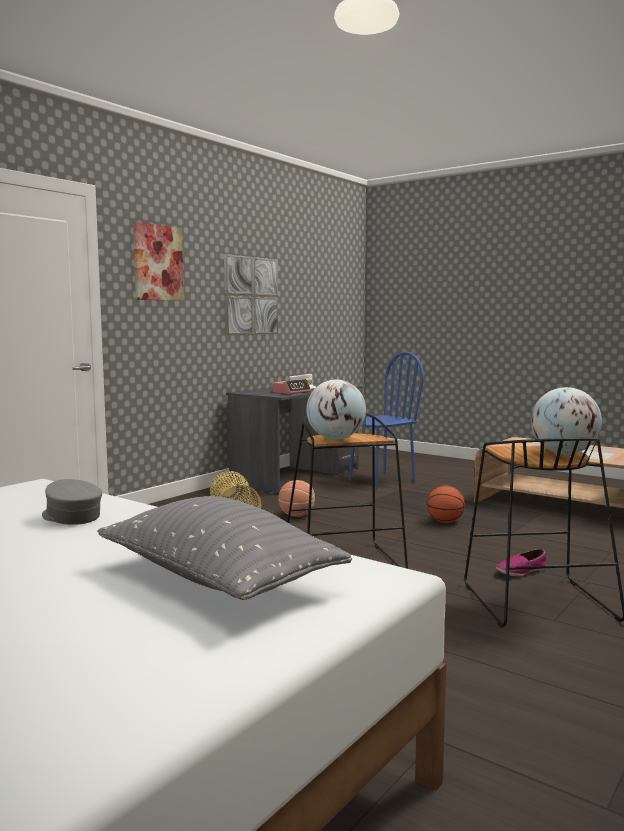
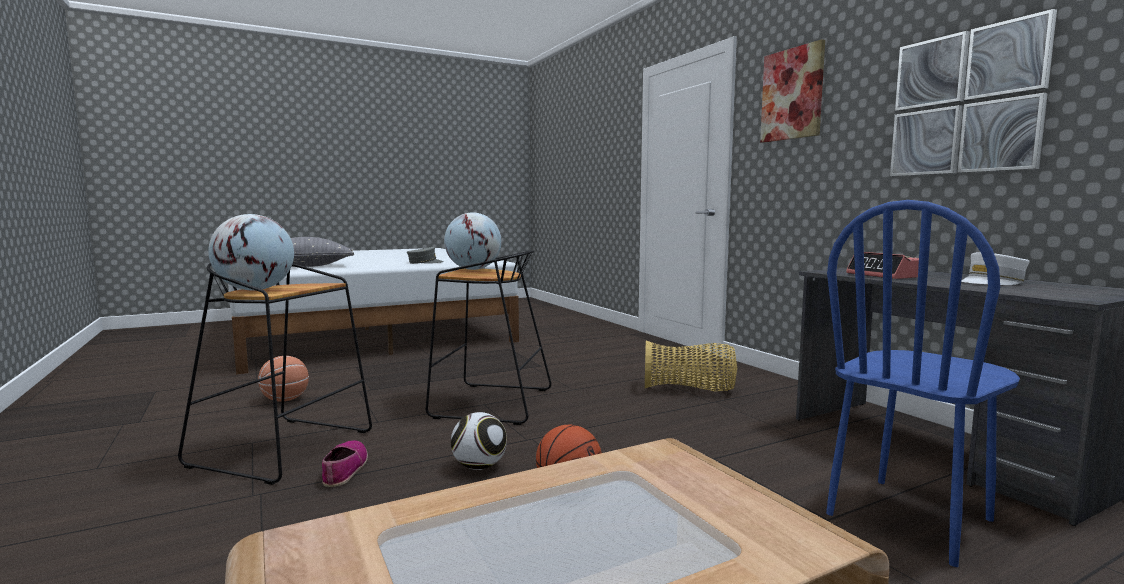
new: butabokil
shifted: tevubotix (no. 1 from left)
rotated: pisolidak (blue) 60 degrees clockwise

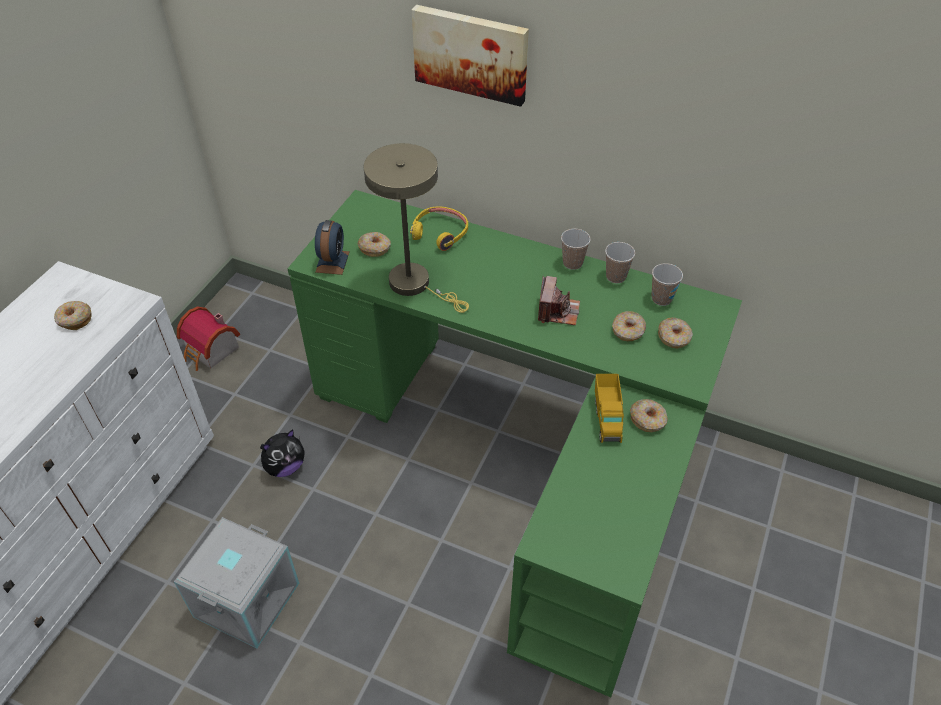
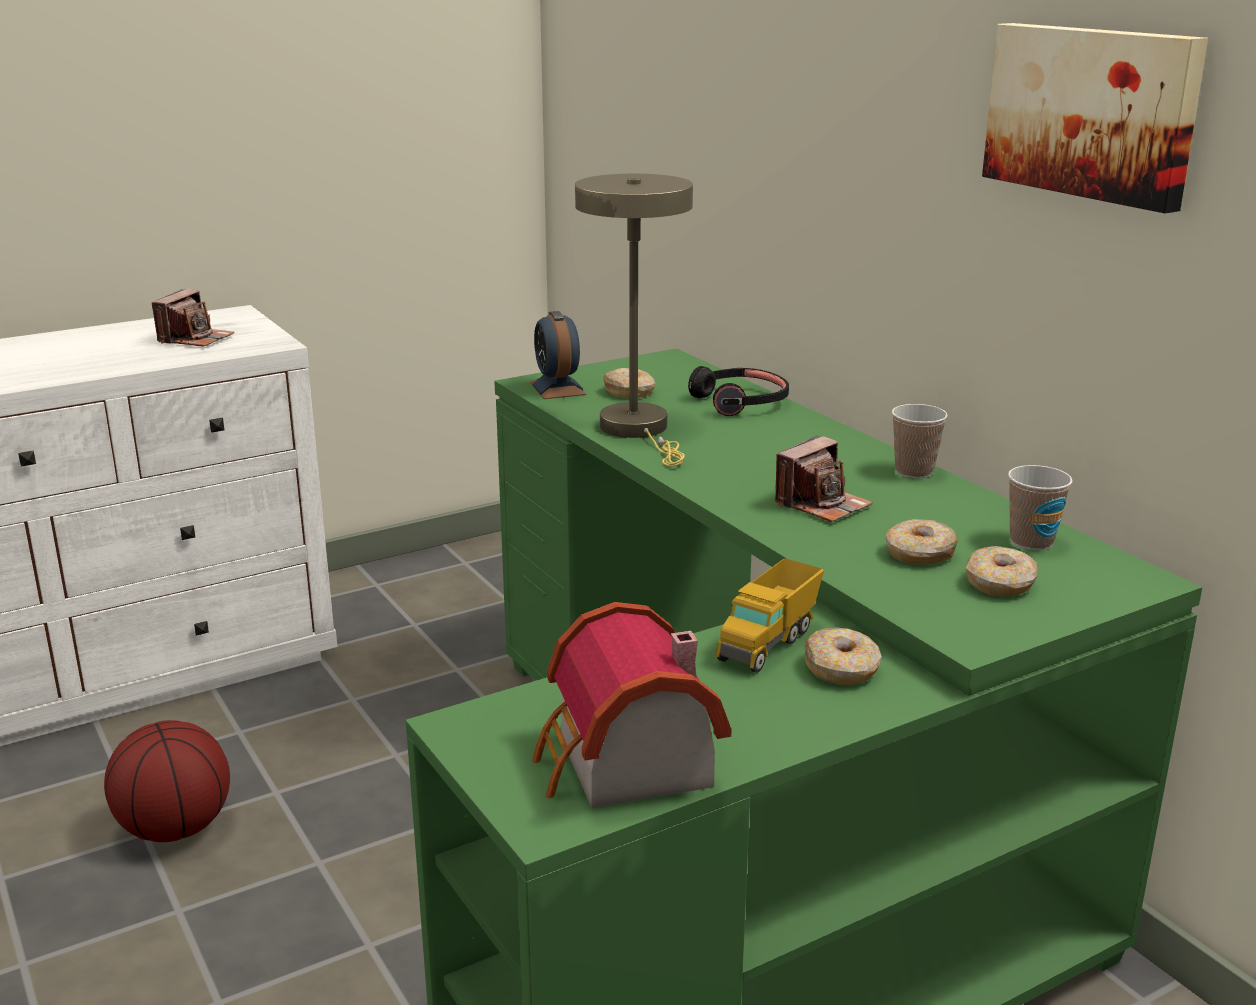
gone: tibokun; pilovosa (no. 2 from left)
shifted: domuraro; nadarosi
swapped: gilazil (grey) to tevubotix; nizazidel (no. 1 from left) to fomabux (no. 1 from left)
repainted: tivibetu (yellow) to tivibetu (black)
rotated: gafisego 120 degrees clockwise

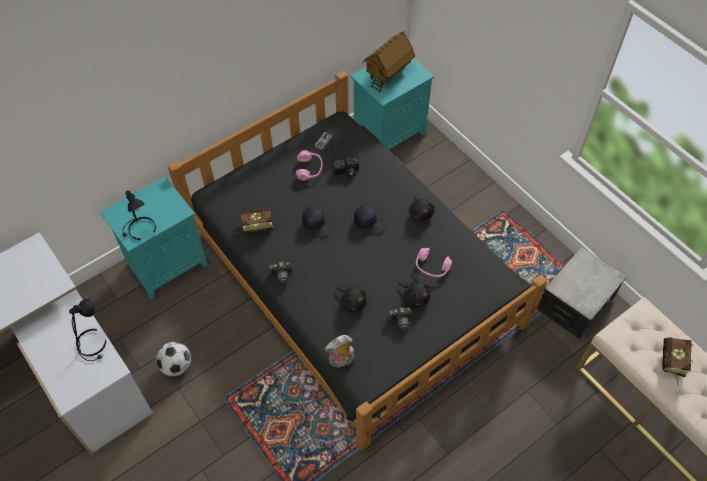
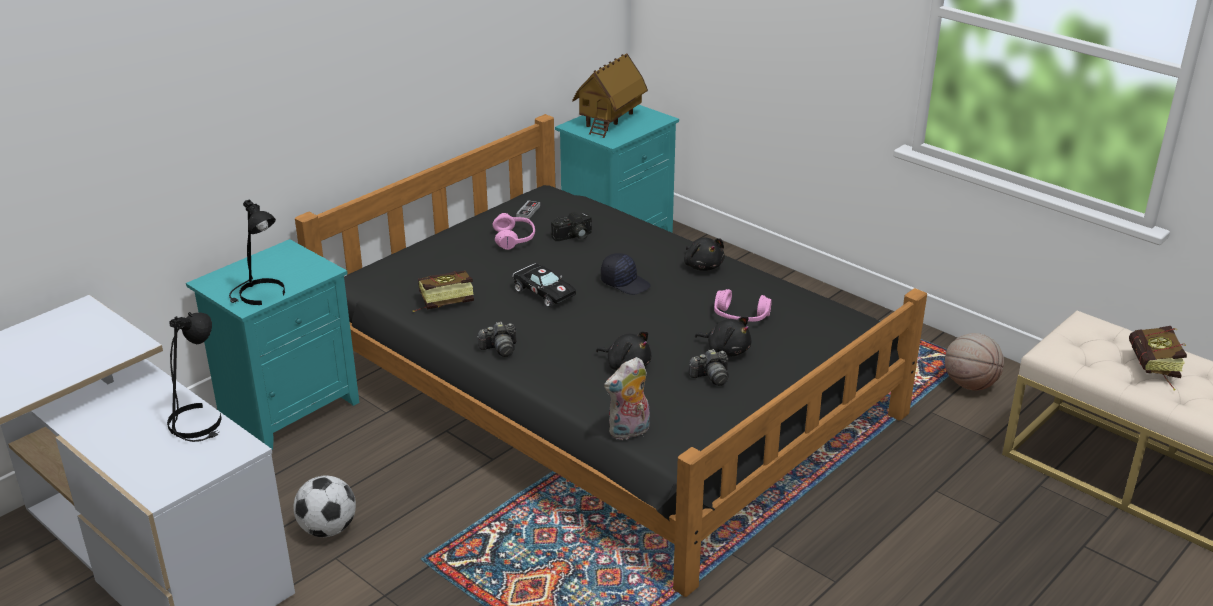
swapped: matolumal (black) (no. 1 from left) to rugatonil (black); gilazil to tevubotix

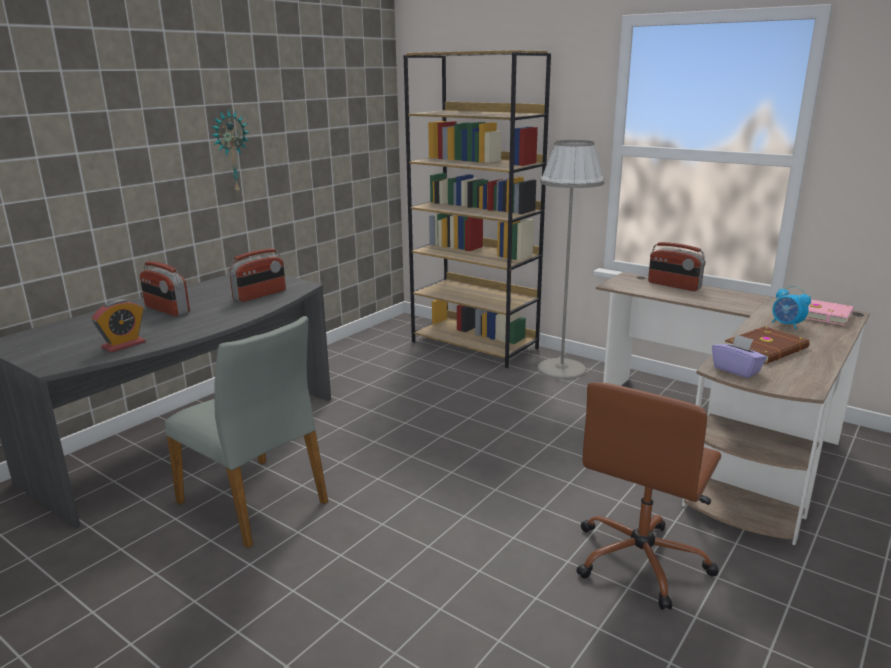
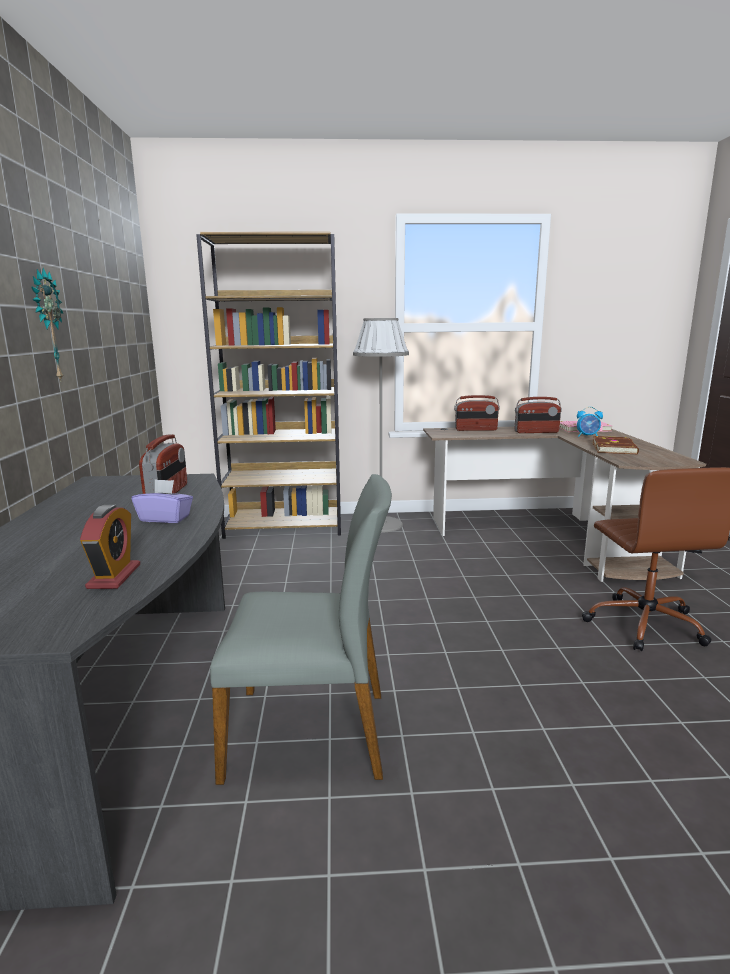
shifted: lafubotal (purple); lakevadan (no. 1 from left in the first image) to lakevadan (no. 3 from left)

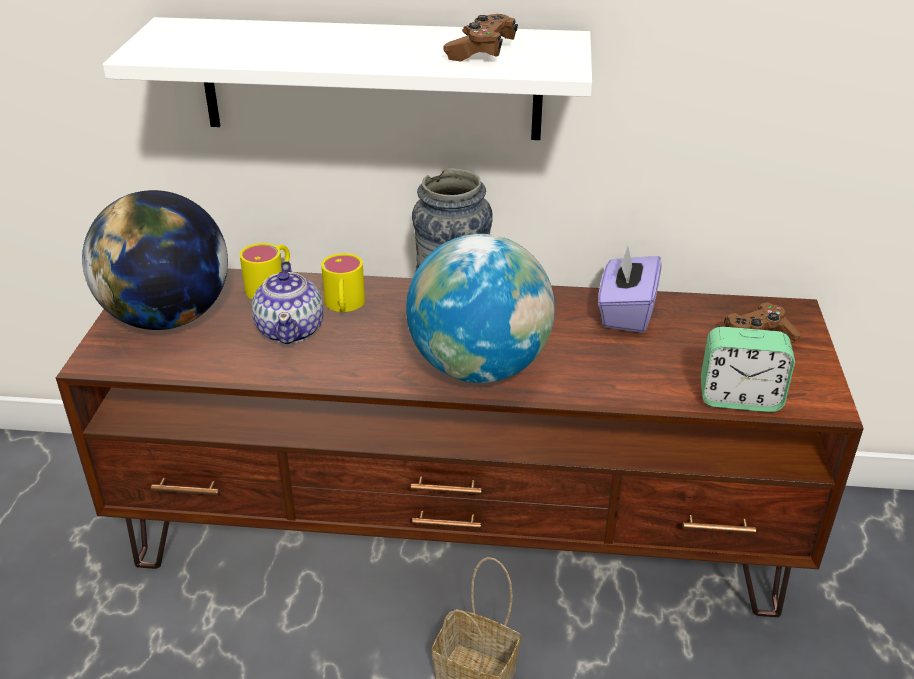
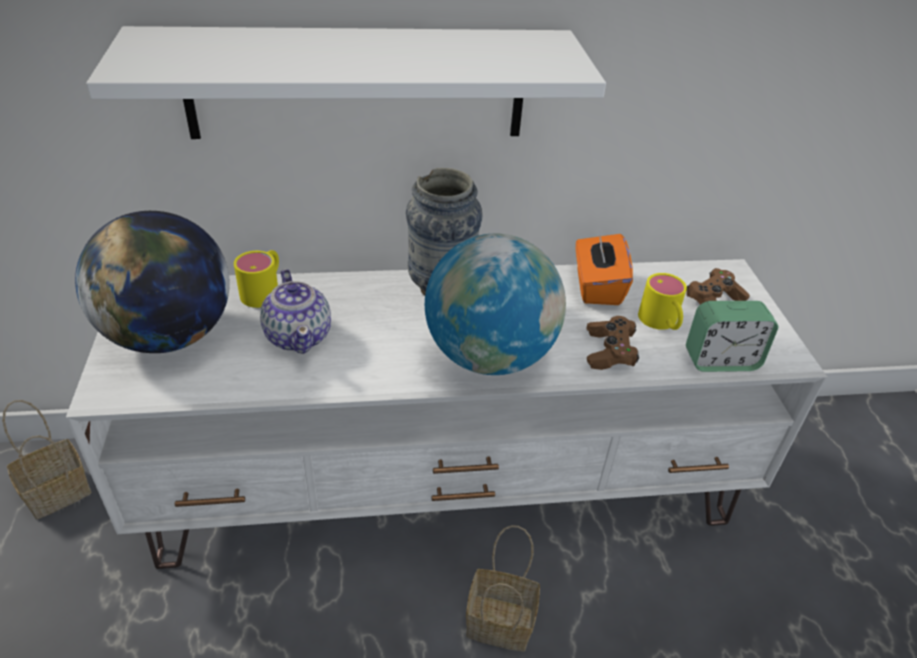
new: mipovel (no. 1 from left)
shifted: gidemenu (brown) (no. 1 from left); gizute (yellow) (no. 2 from left)
repainted: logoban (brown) to logoban (white); lafubotal (purple) to lafubotal (orange)

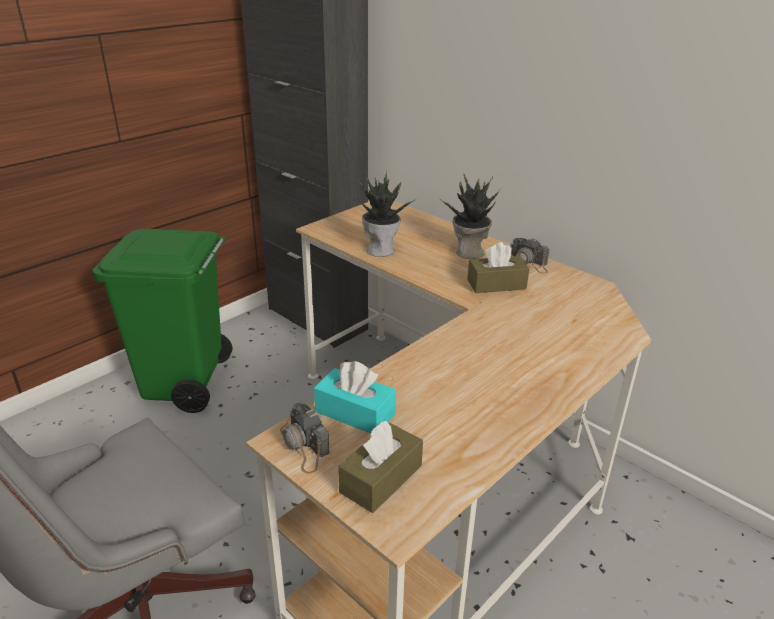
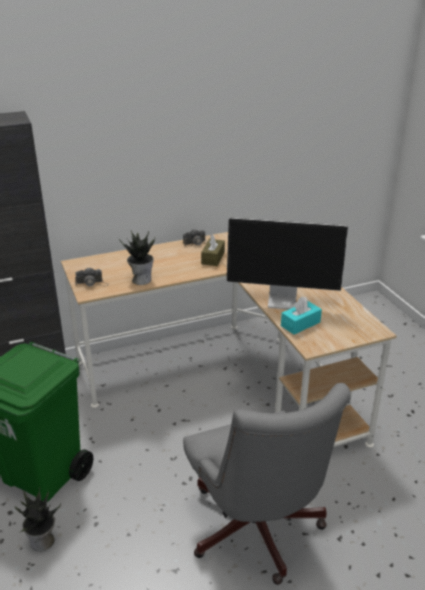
gone: lafubotal (brown) (no. 1 from left)
new: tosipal
shifted: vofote (no. 2 from left in the first image) to vofote (no. 1 from left); fomabux (no. 1 from left)

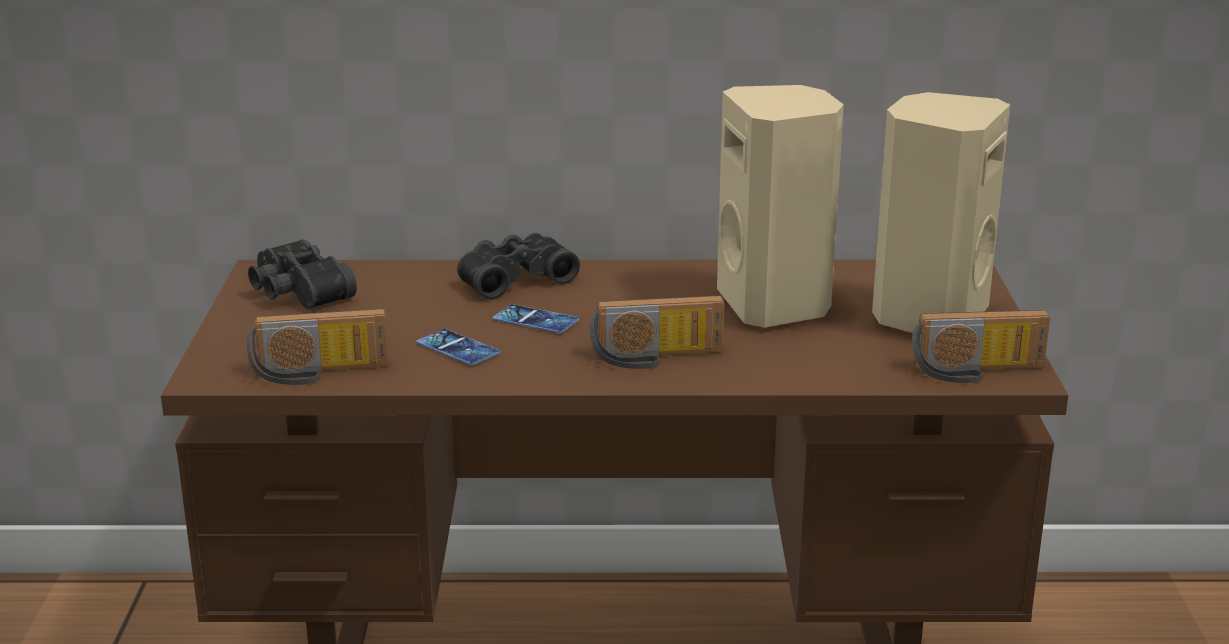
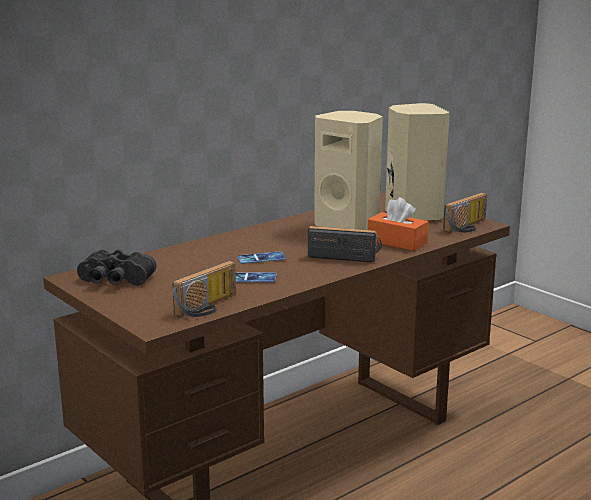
gone: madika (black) (no. 2 from left)
new: lafubotal (orange)
rotated: lakevadan (no. 2 from left) 120 degrees counterclockwise

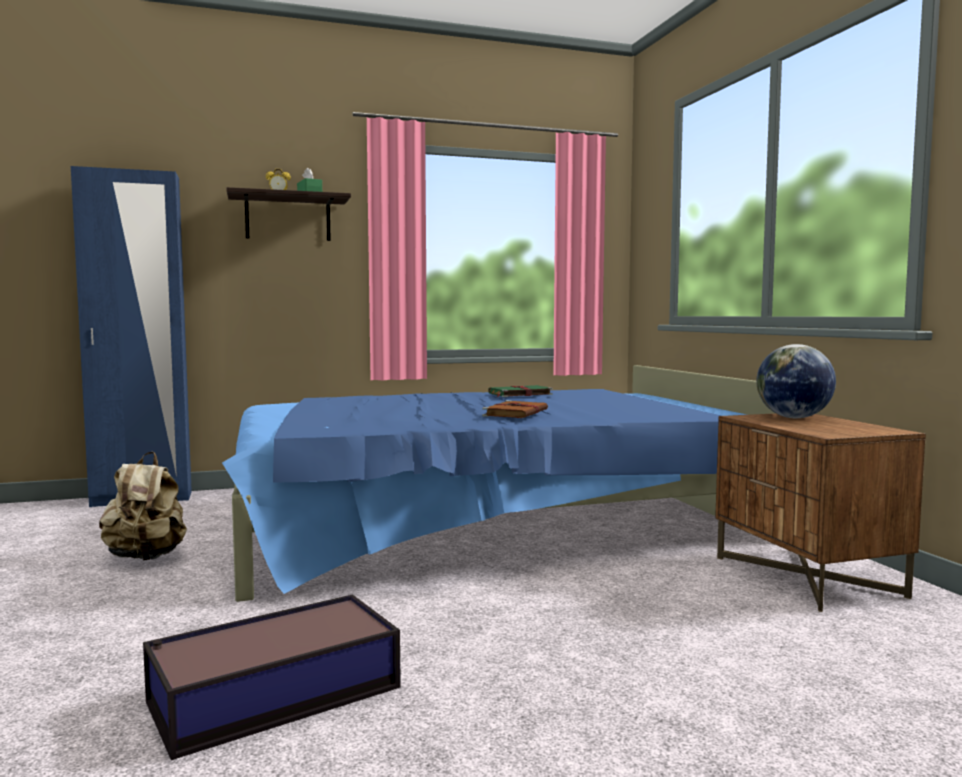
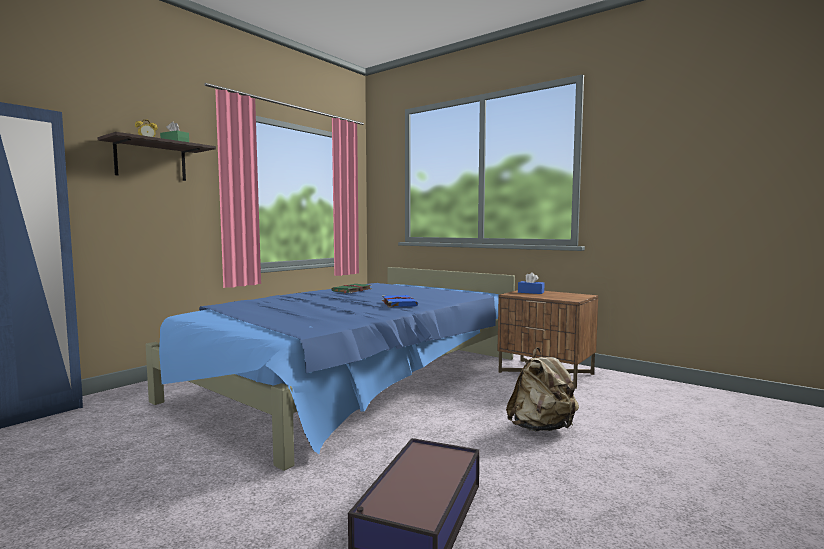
shifted: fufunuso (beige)
swapped: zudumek to lafubotal (blue)
repainted: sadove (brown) to sadove (blue)

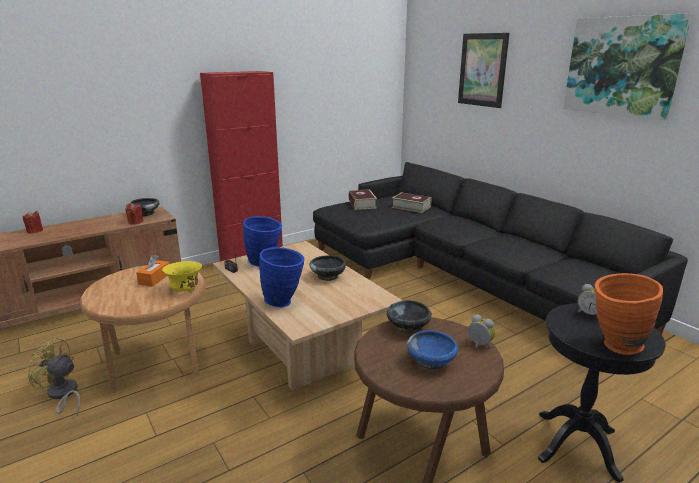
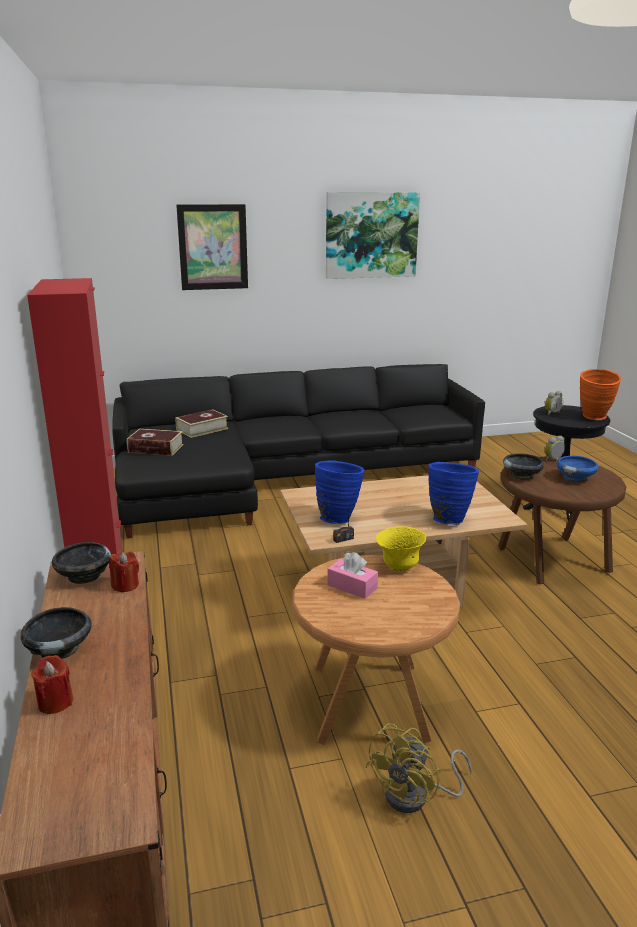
shifted: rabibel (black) (no. 2 from left in the first image) to rabibel (black) (no. 1 from left)
repainted: lafubotal (orange) to lafubotal (pink)

